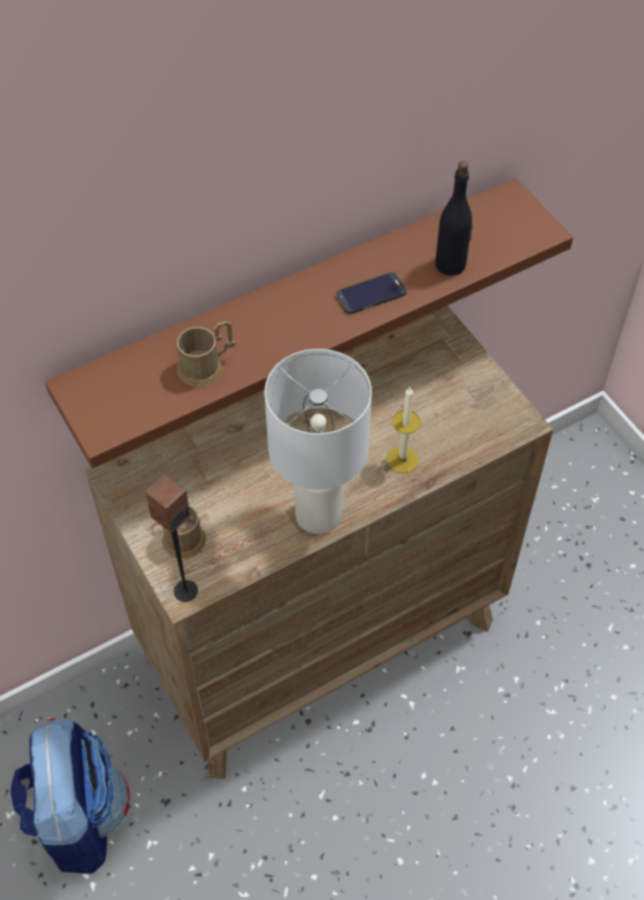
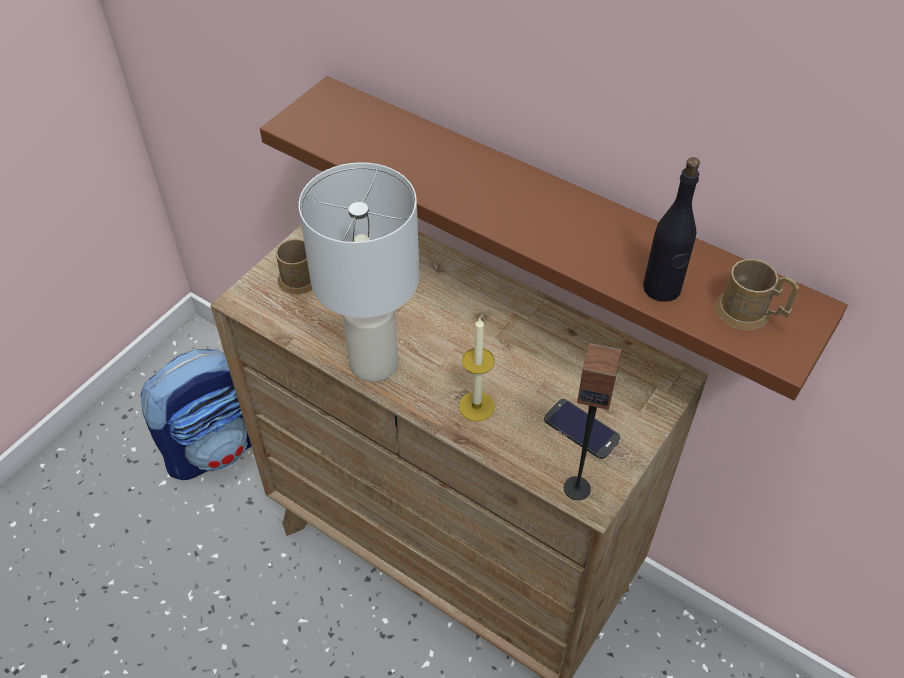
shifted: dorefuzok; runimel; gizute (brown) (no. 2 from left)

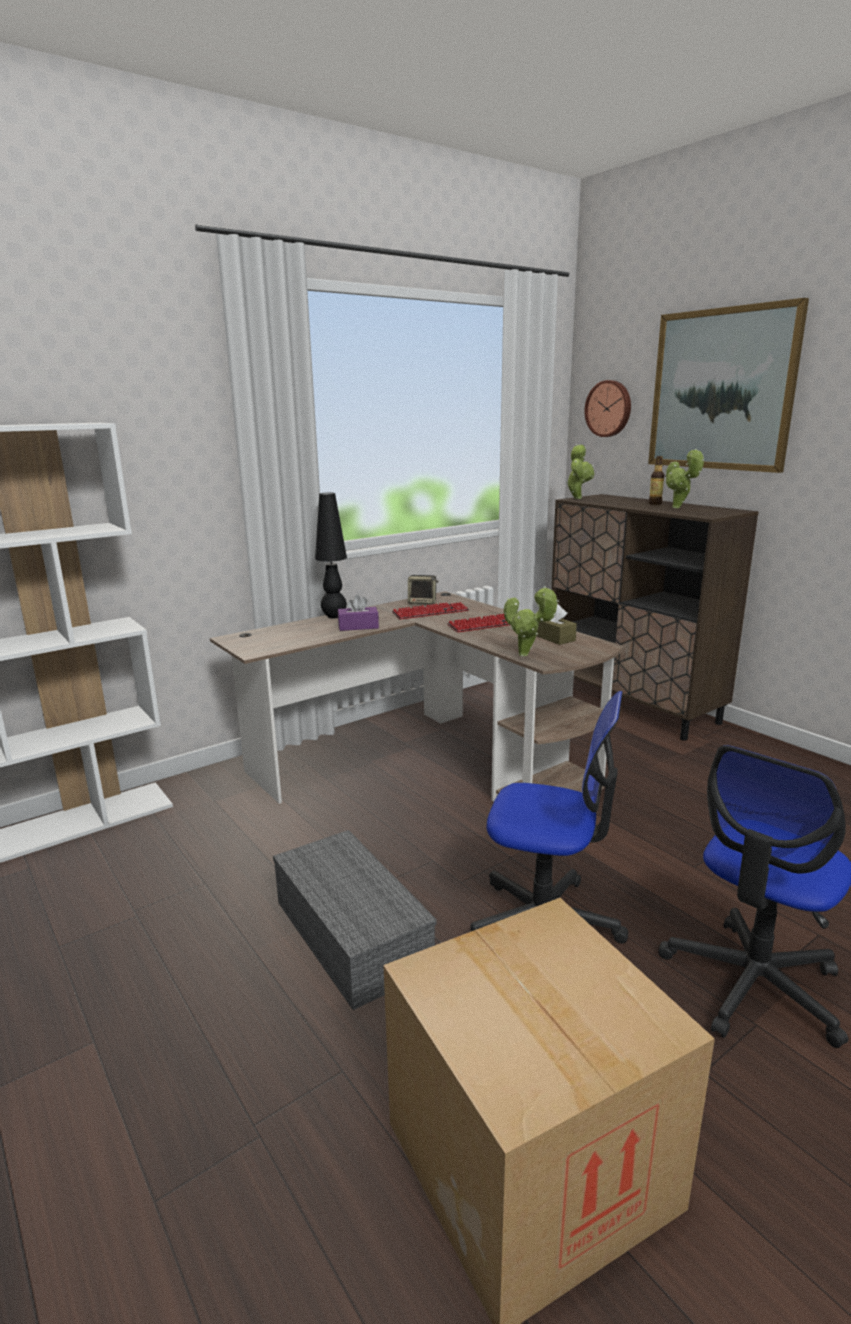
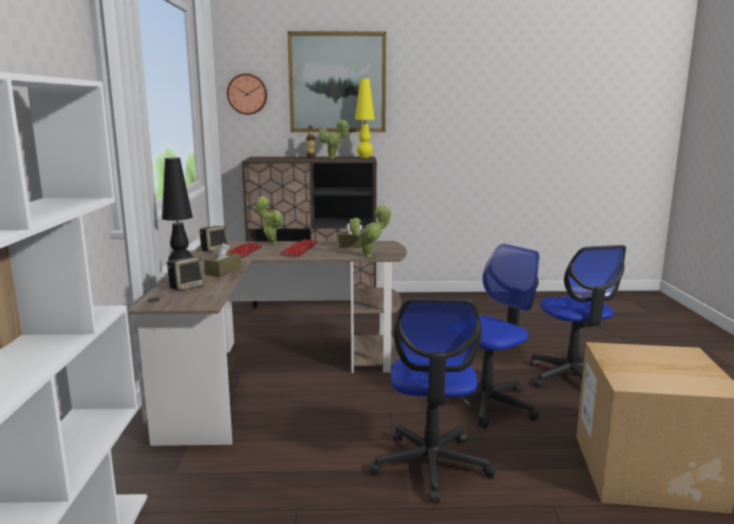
new: runimel (no. 1 from left); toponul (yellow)
shifted: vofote (no. 2 from left in the first image) to vofote (no. 1 from left)
swapped: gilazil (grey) to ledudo (no. 1 from left)
repainted: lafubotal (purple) to lafubotal (brown) (no. 1 from left)

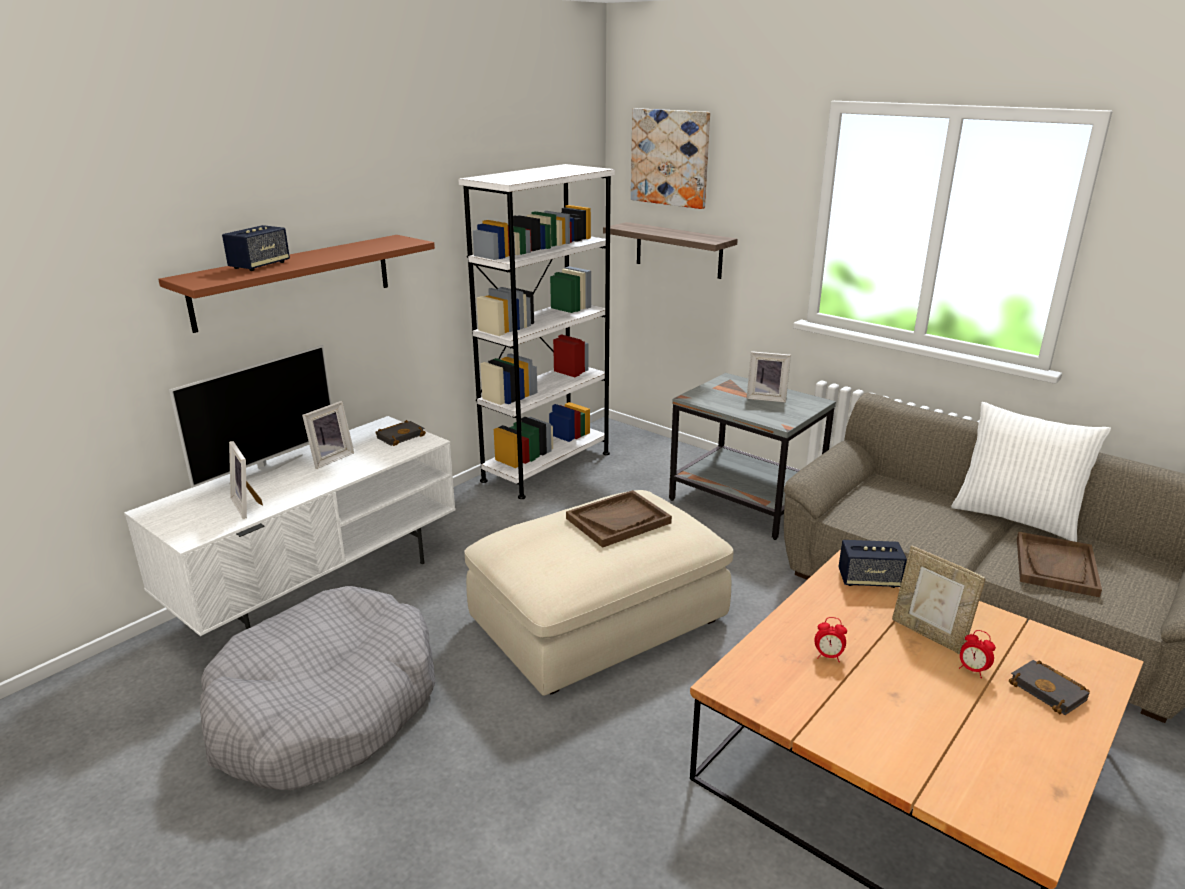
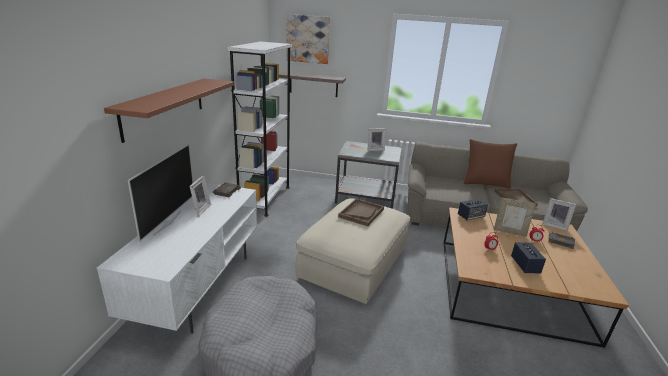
shifted: runimel (no. 1 from left in the first image) to runimel (no. 2 from left); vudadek (no. 1 from left in the first image) to vudadek (no. 4 from left)
repainted: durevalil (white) to durevalil (brown)

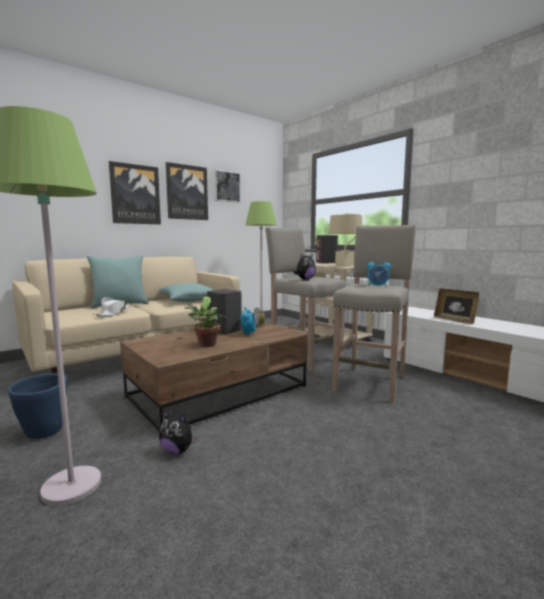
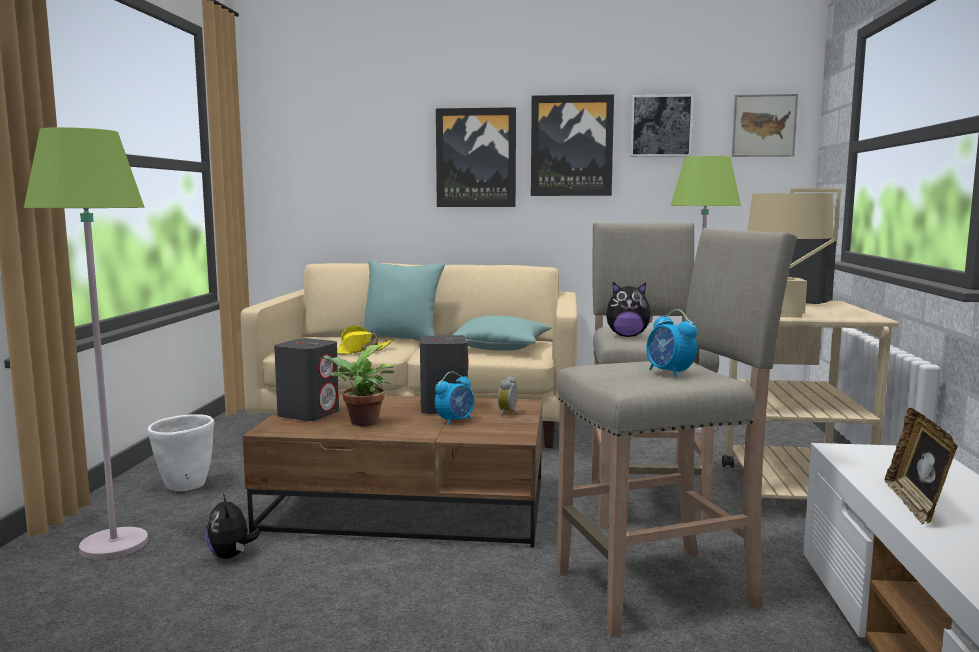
new: runimel (grey) (no. 1 from left); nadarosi (no. 4 from left)
repainted: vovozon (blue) to vovozon (white); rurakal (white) to rurakal (yellow)

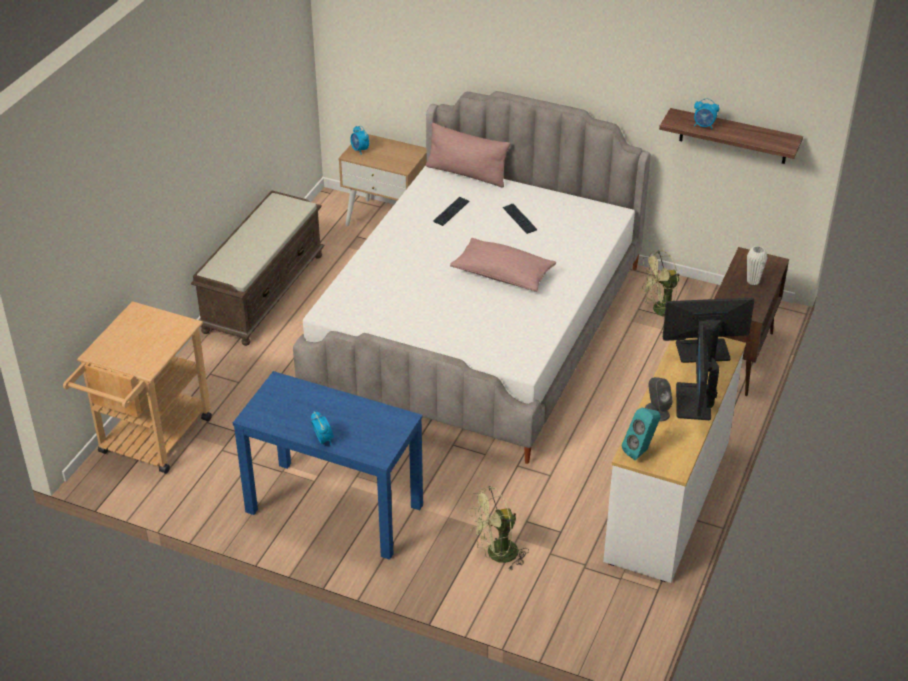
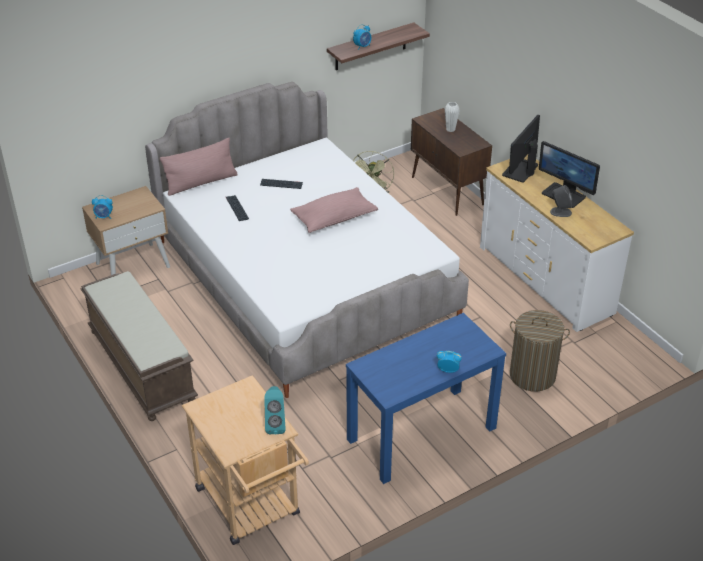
shifted: runimel (turquoise)
swapped: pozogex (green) (no. 1 from left) to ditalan

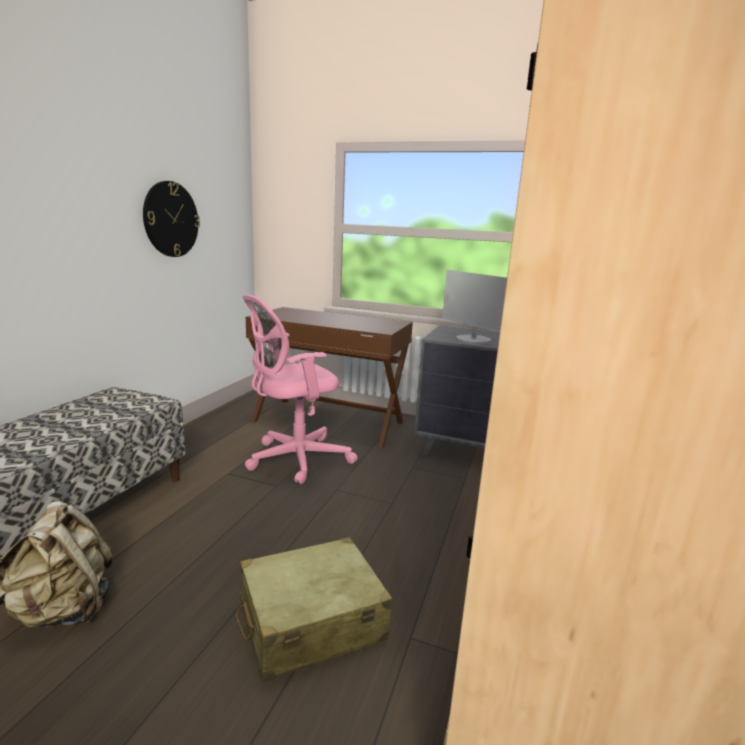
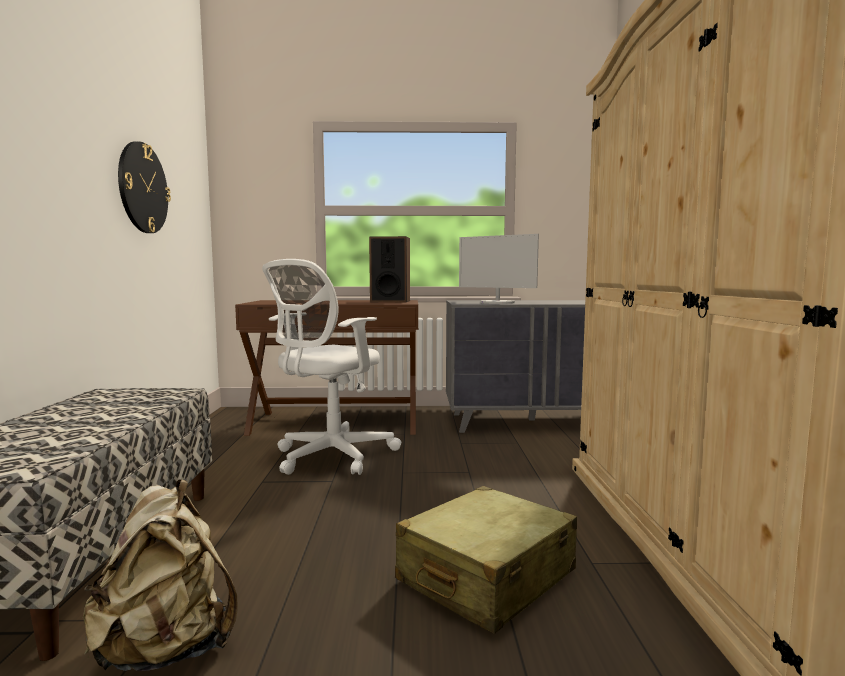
new: runimel
repainted: ledudo (pink) to ledudo (white)

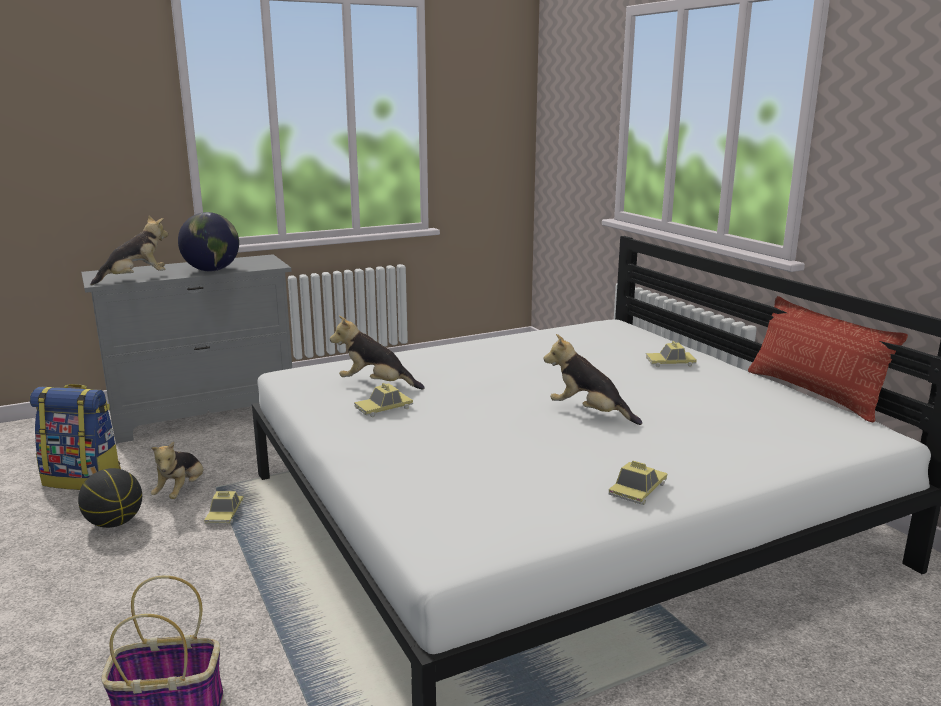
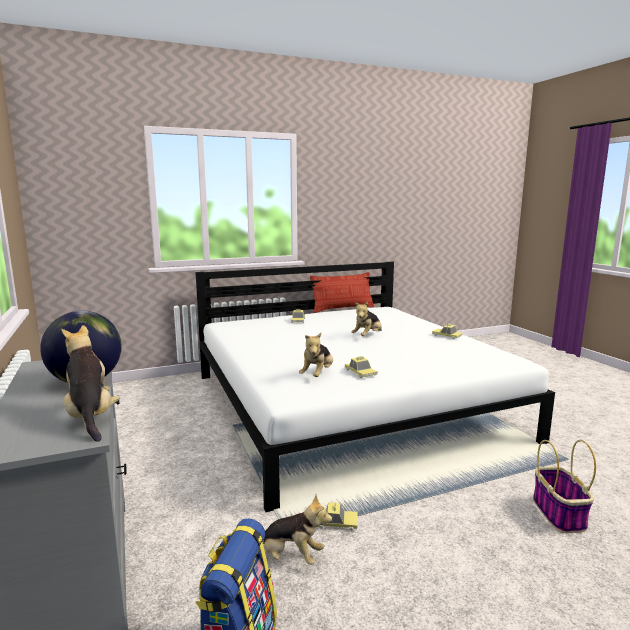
gone: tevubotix

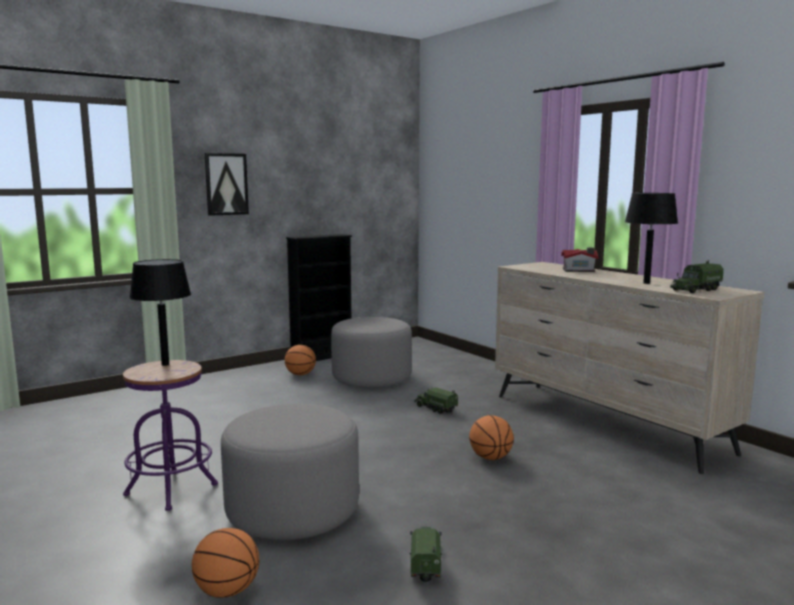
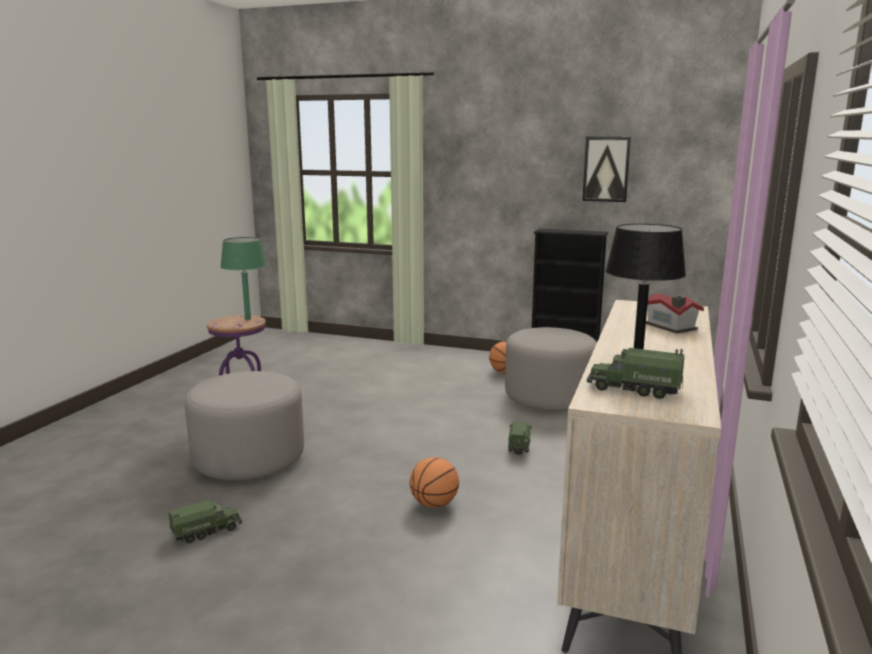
gone: tevubotix (no. 1 from left)
shifted: nadarosi
repainted: toponul (black) (no. 1 from left) to toponul (green)

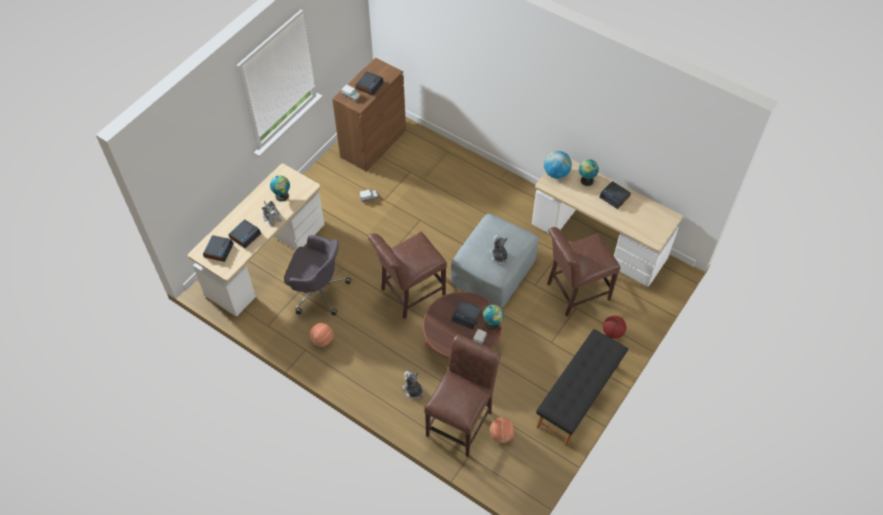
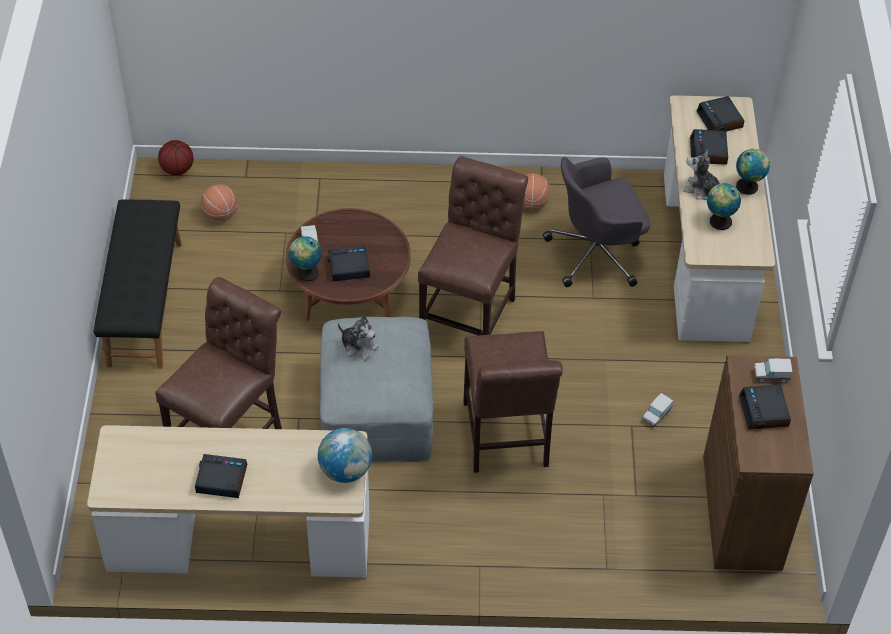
gone: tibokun (no. 2 from left)
shifted: tevubotix (no. 3 from left in the first image) to tevubotix (no. 1 from left); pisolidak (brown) (no. 2 from left in the first image) to pisolidak (brown) (no. 3 from left); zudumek (no. 4 from left)

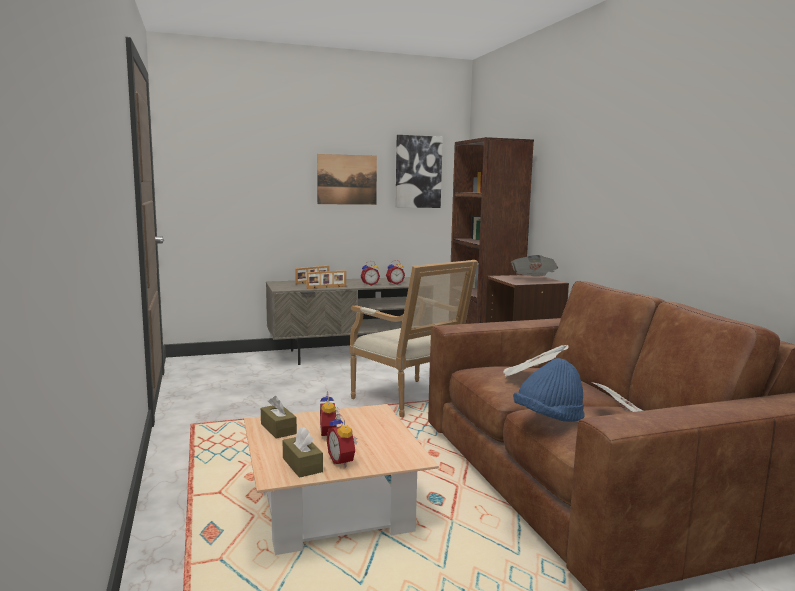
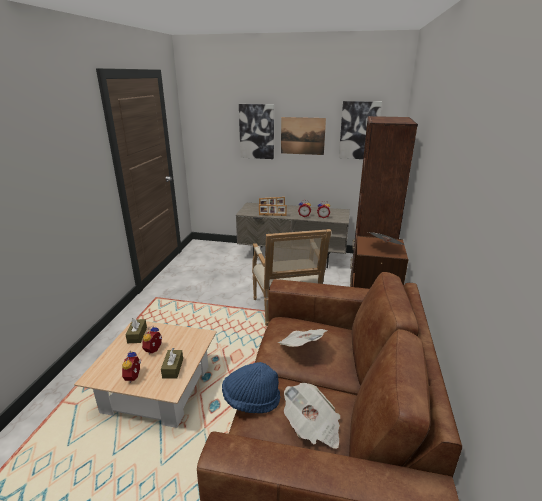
new: nadarosi (no. 1 from left)
shifted: lafubotal (brown) (no. 2 from left)

